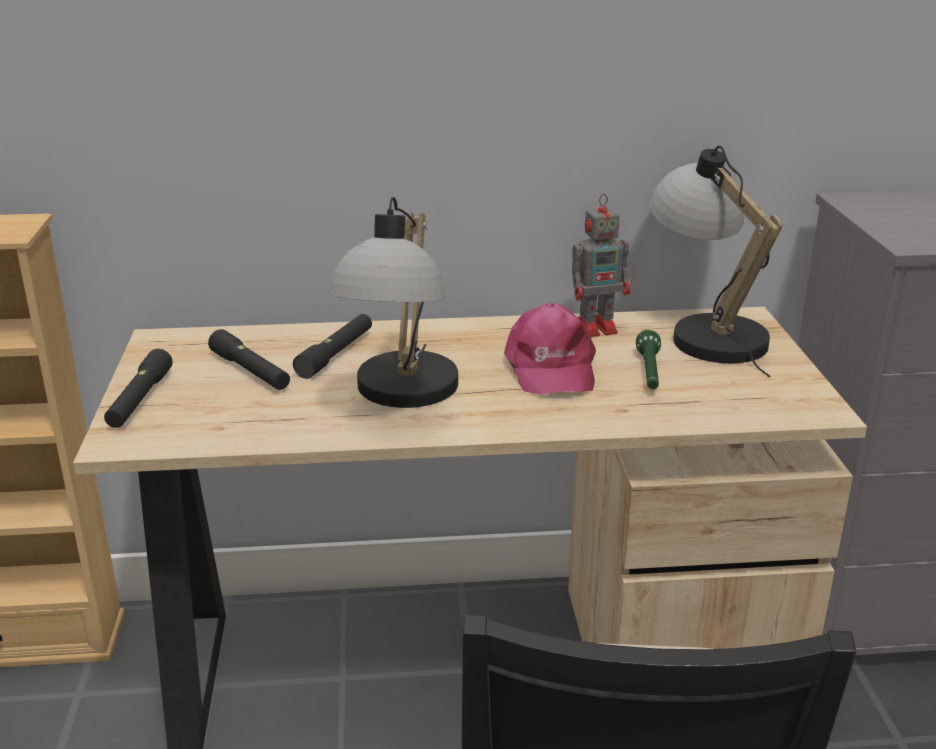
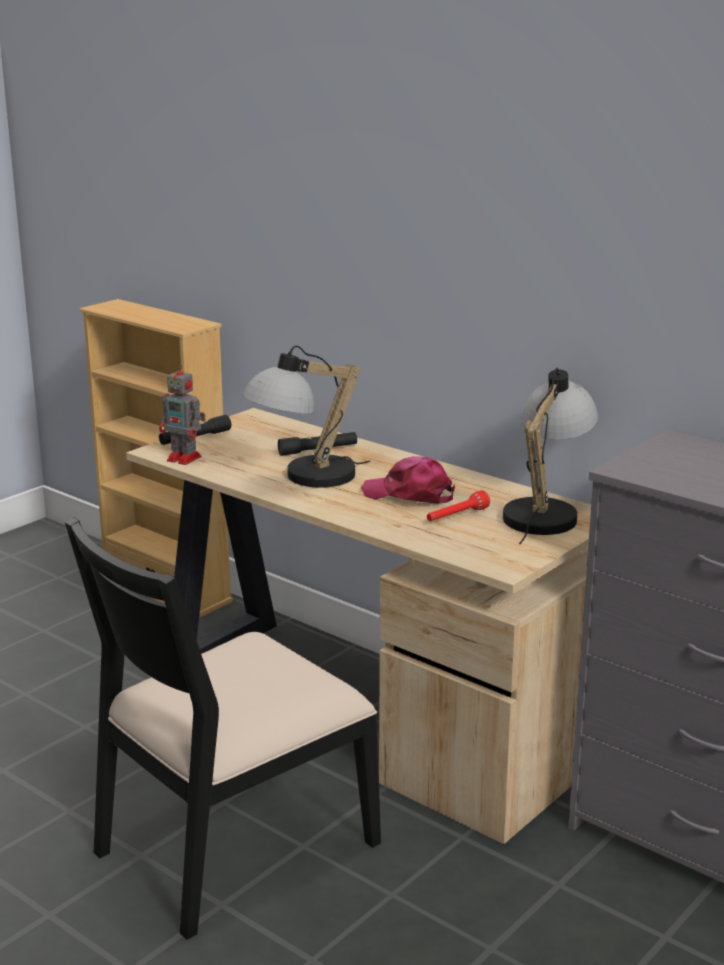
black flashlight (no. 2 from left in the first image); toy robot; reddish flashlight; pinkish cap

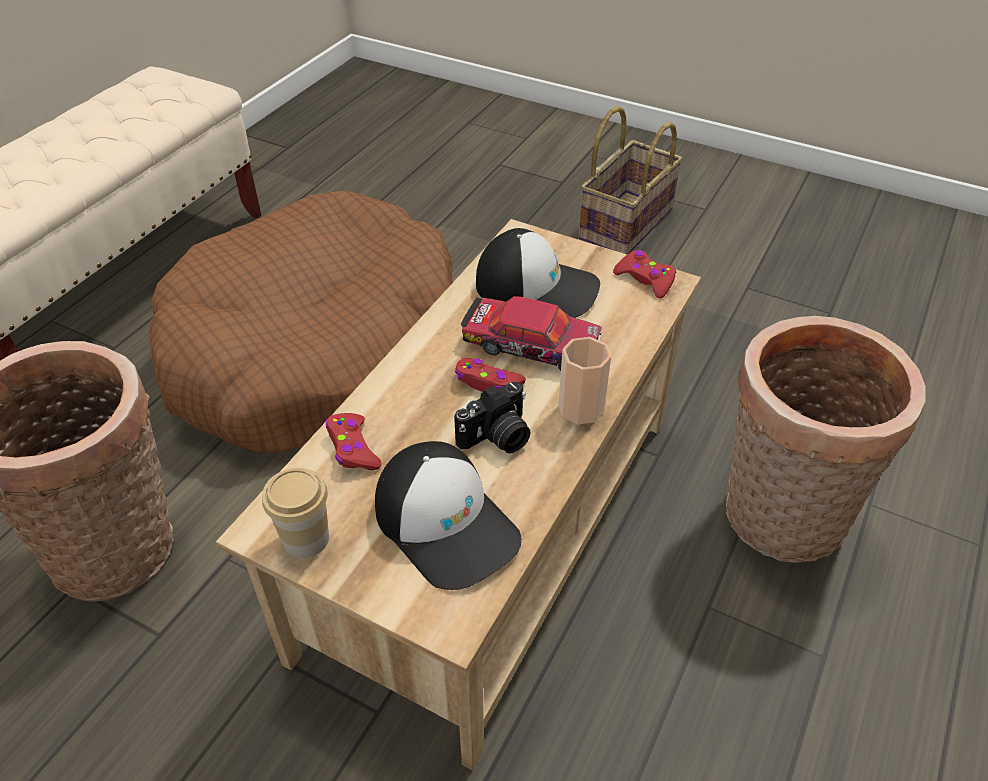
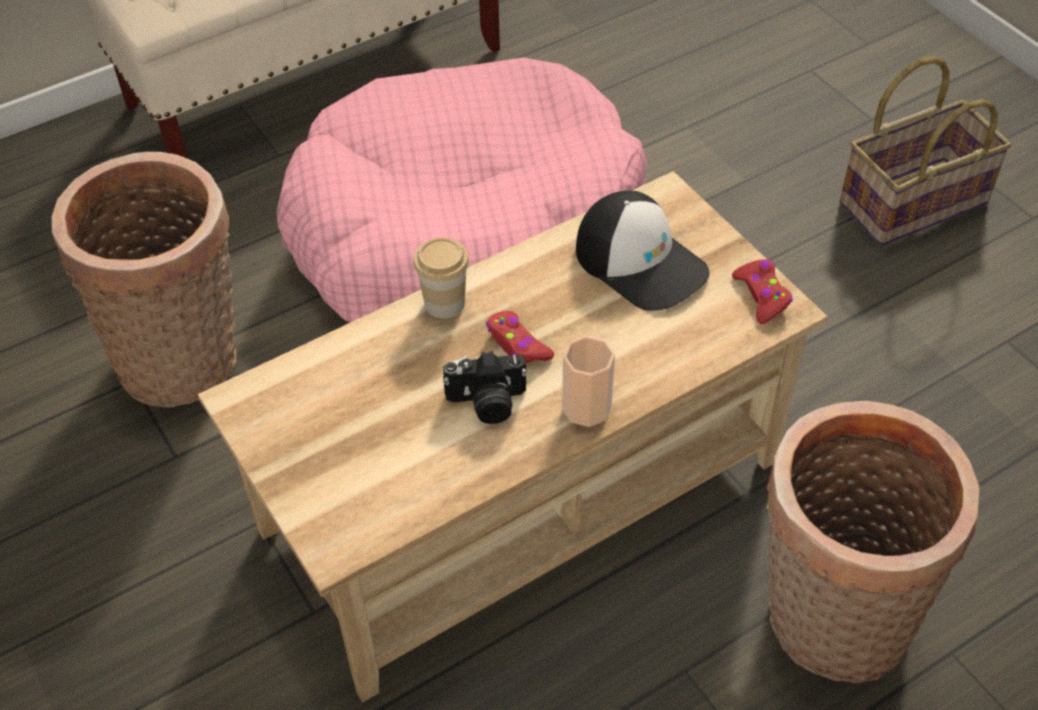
reddish joypad (no. 1 from left in the first image); cap (no. 1 from left in the first image); miniature car; small cup (no. 1 from left); pinkish dog cushion

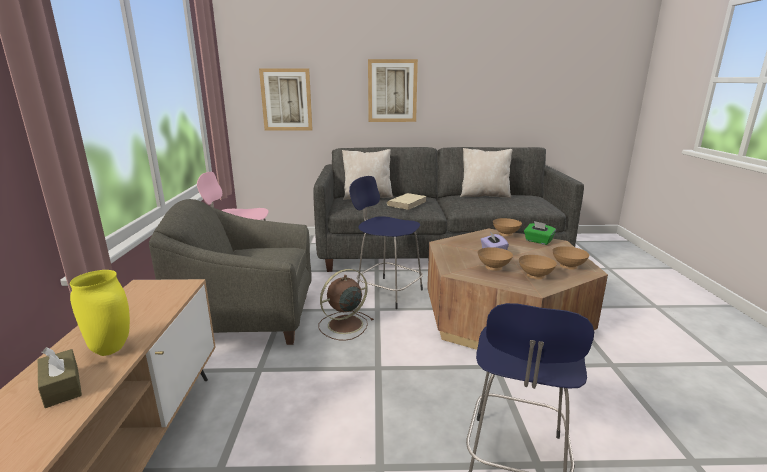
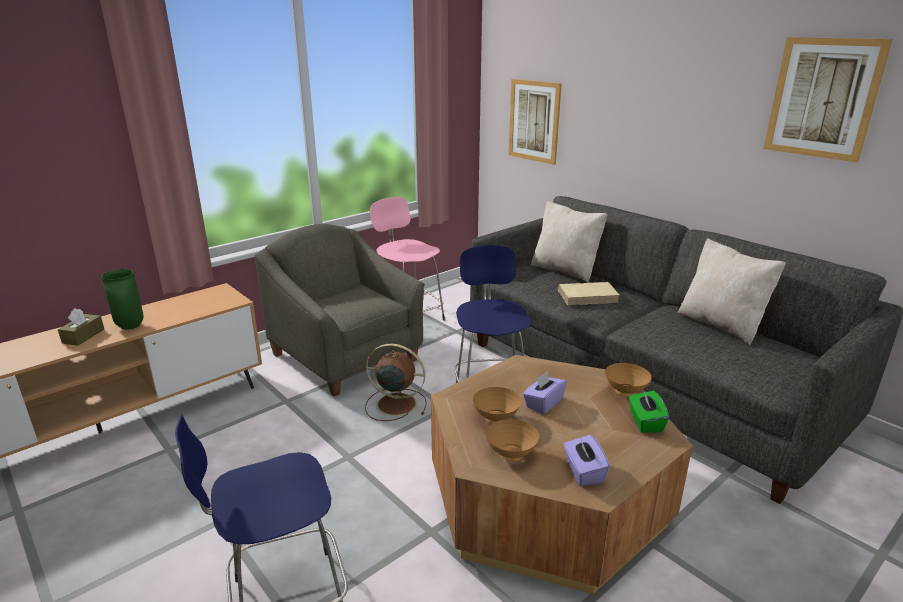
picture (no. 2 from left); purple box of tissues (no. 2 from left); green vase

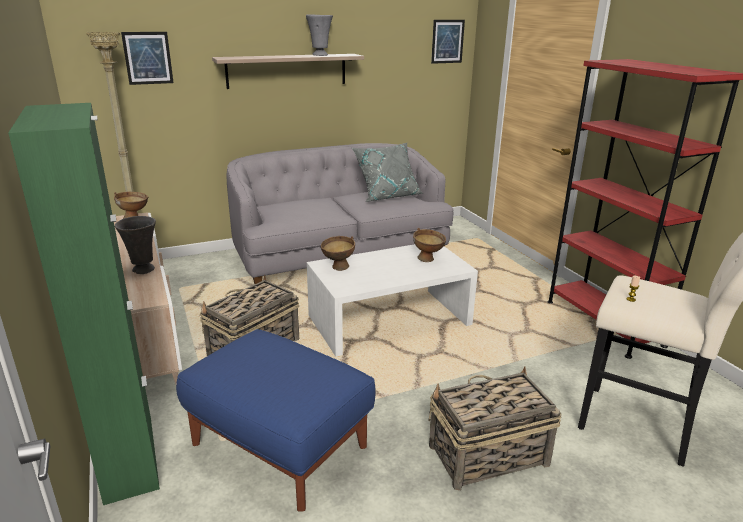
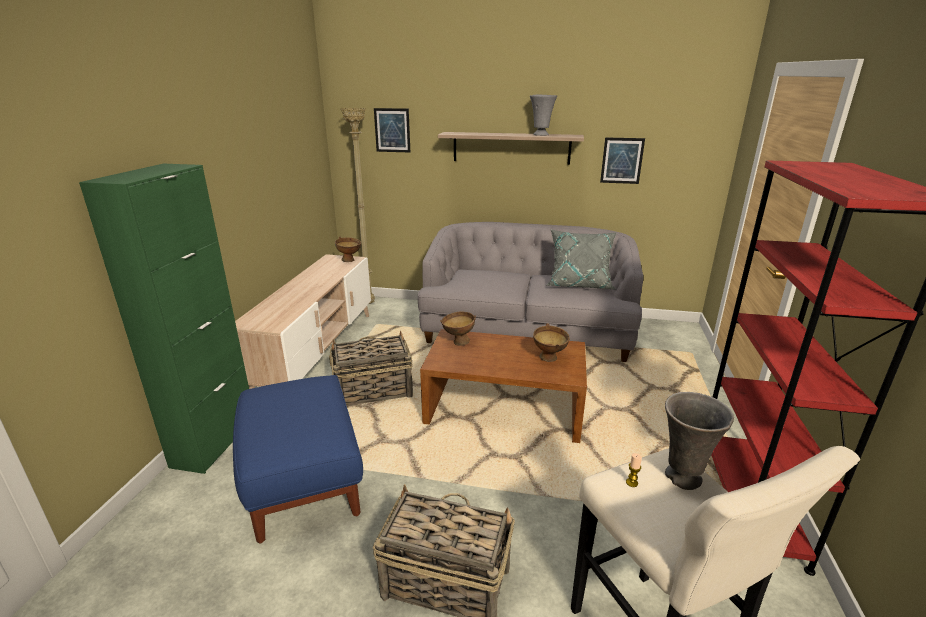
gray vase (no. 2 from left); picture (no. 2 from left); brown low table

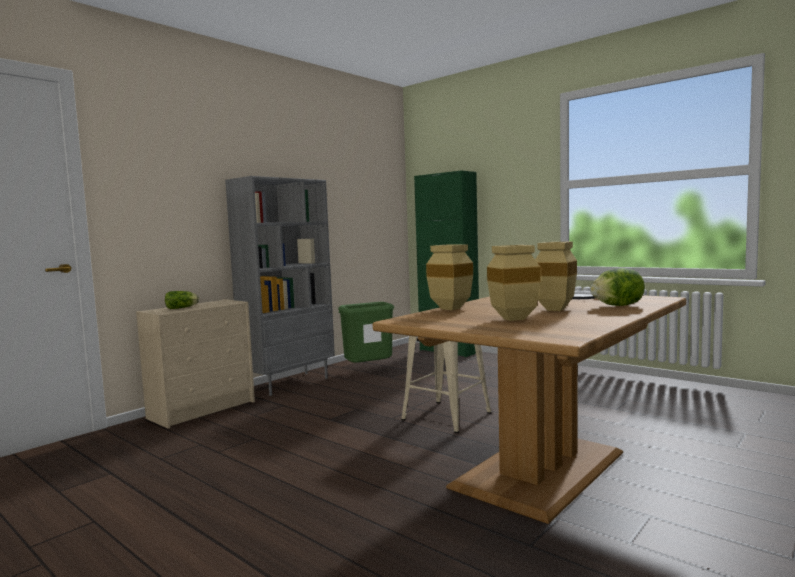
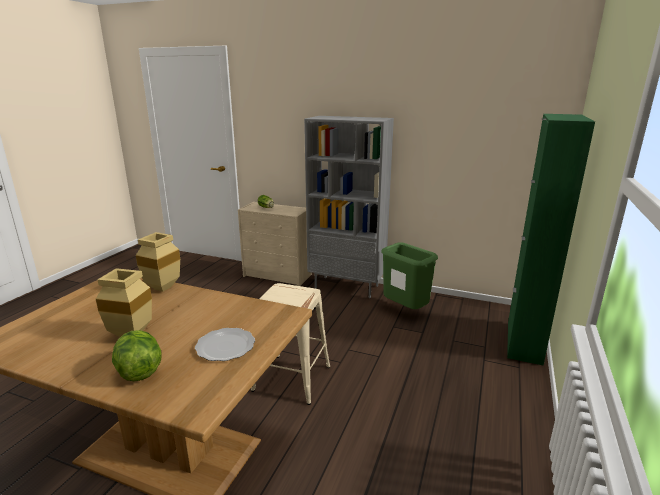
beige-coloured vase (no. 2 from left in the first image)

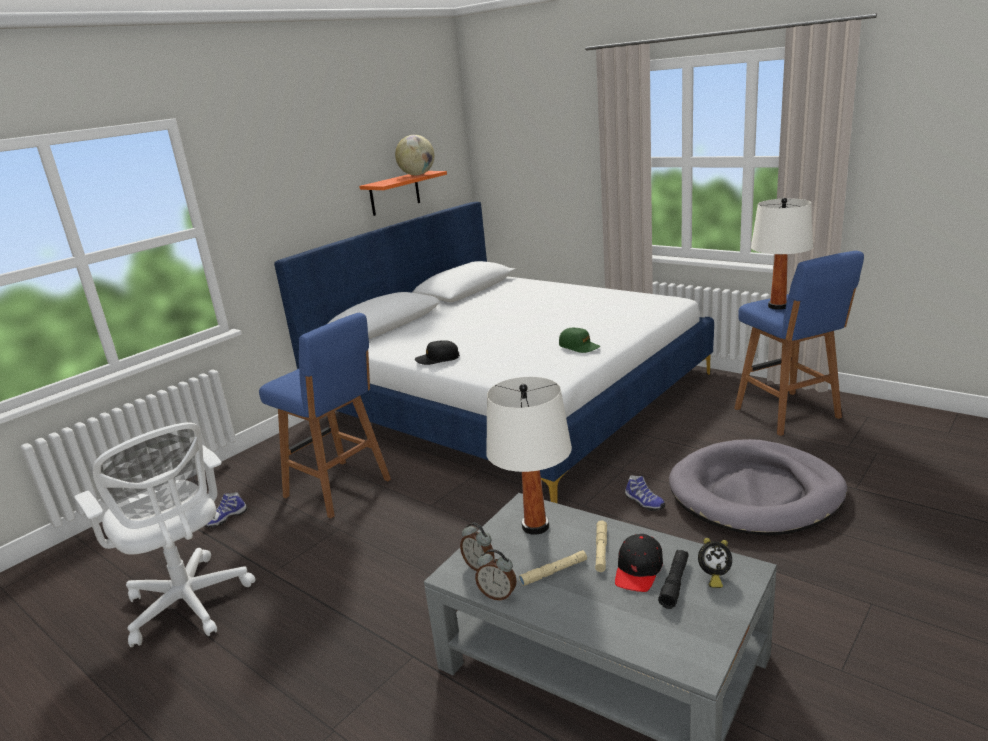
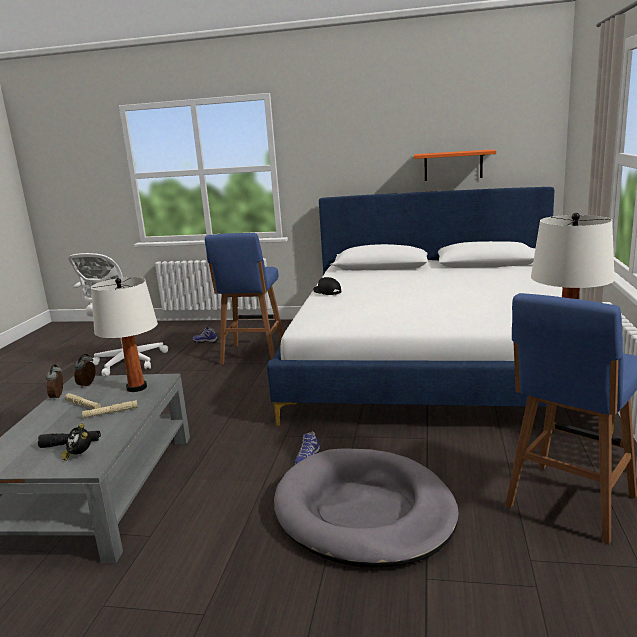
globe; green cap; black cap (no. 2 from left in the first image)

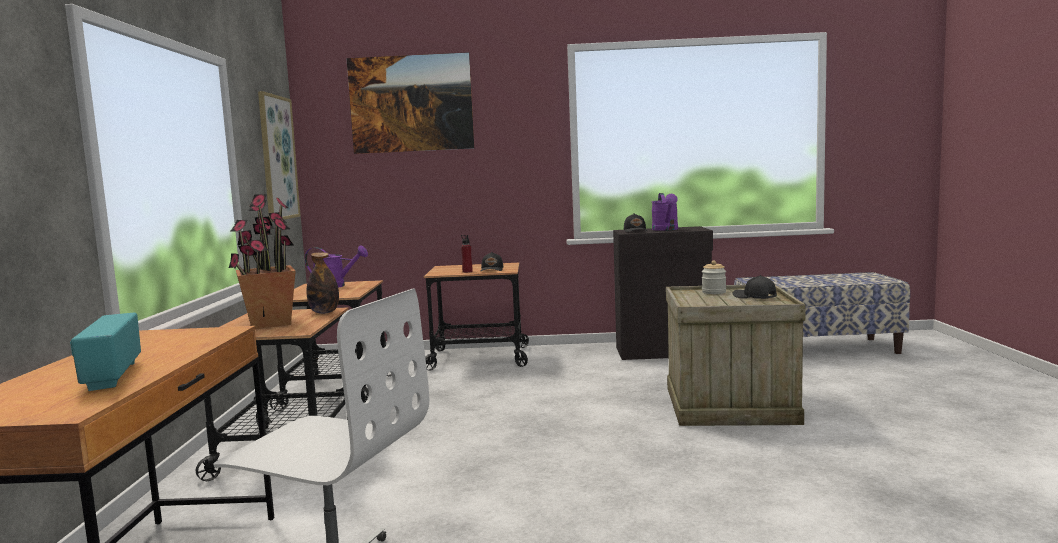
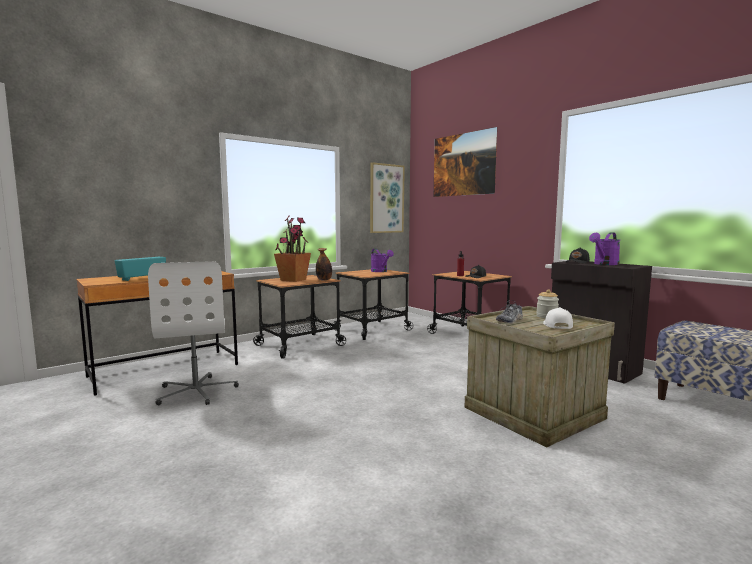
shoe; white-coloured cap

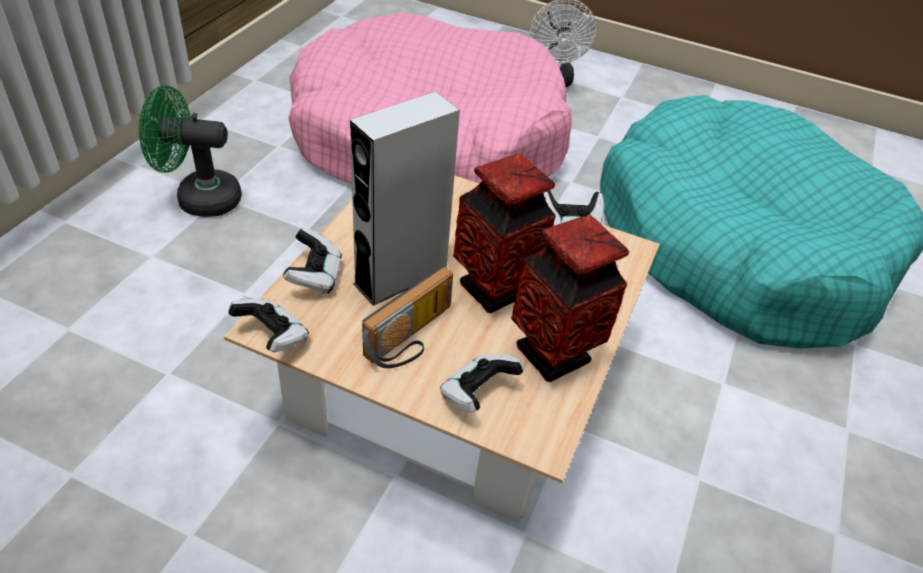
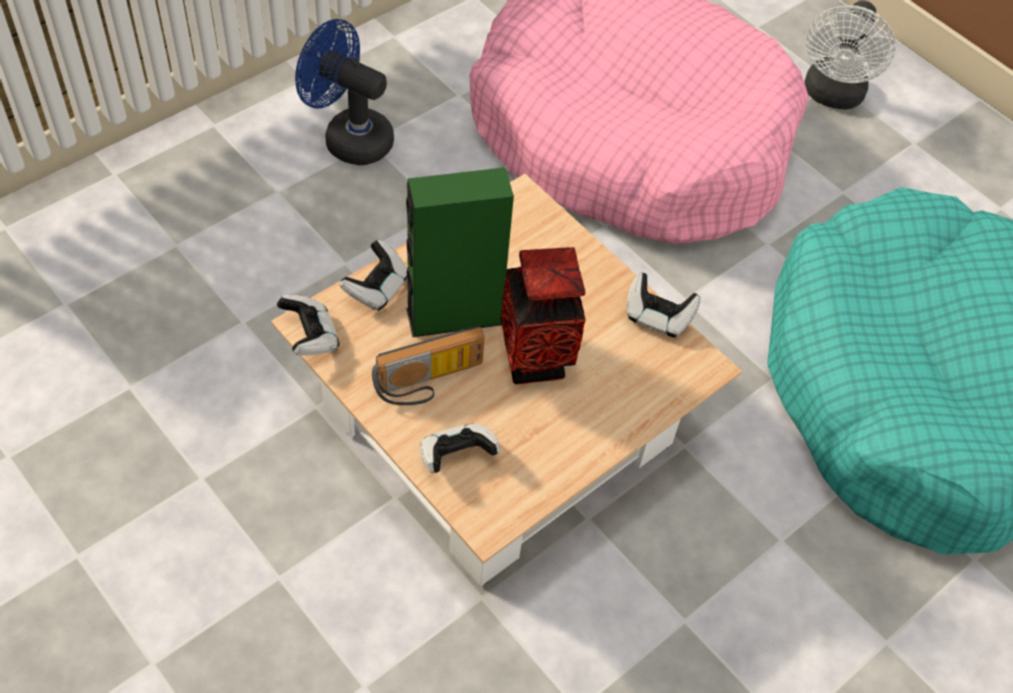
vase (no. 2 from left in the first image); bluish electric fan; green loudspeaker

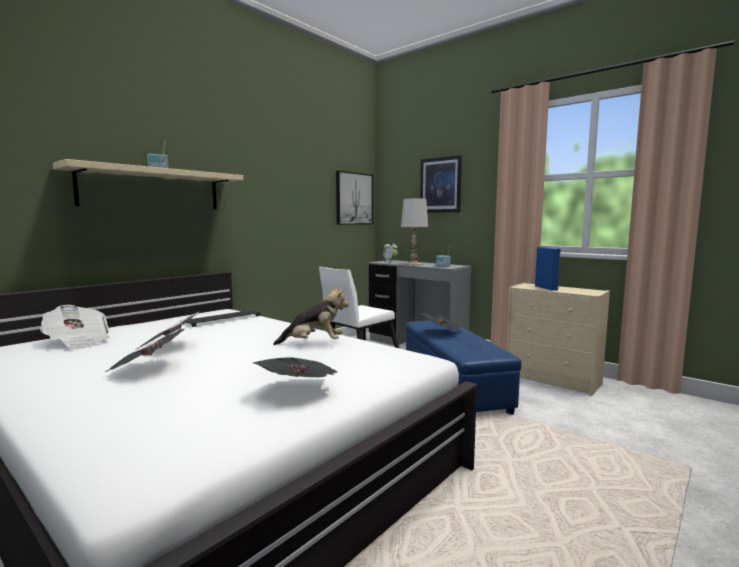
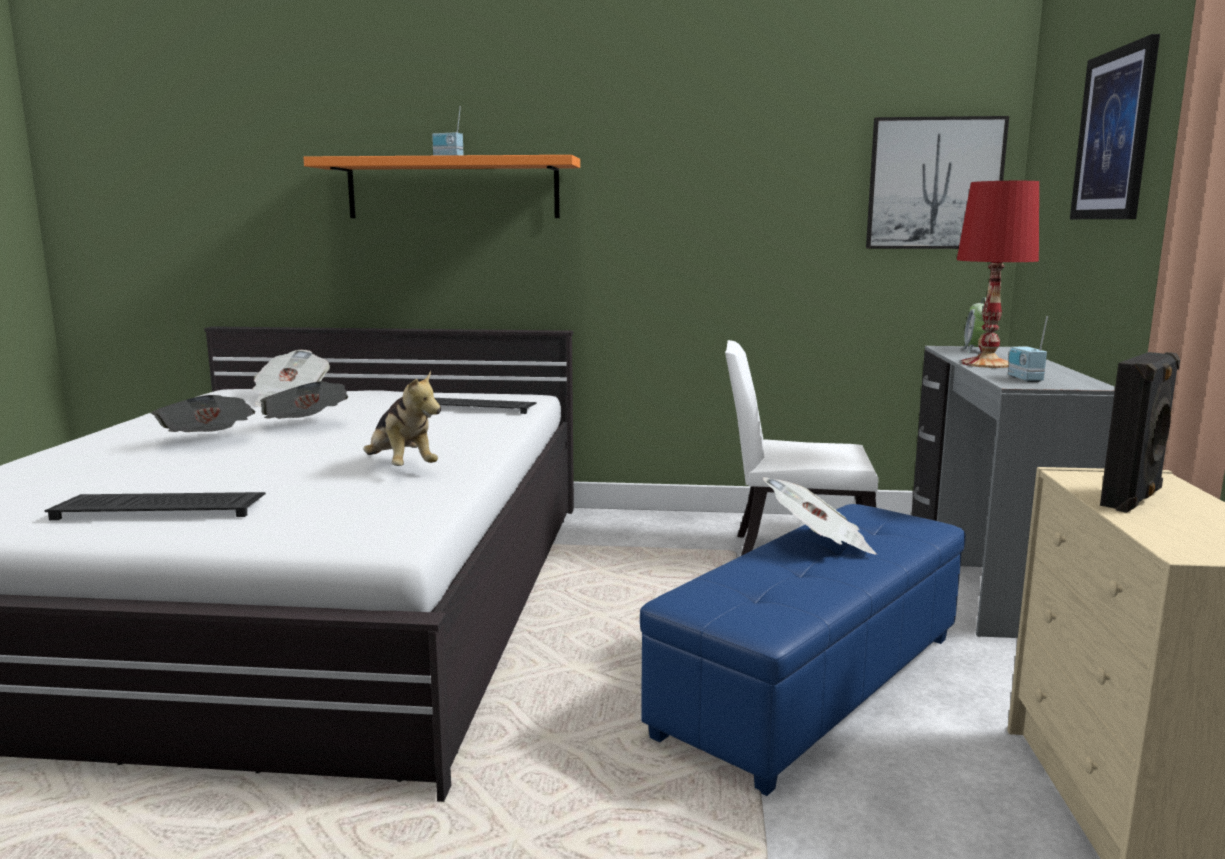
keyboard (no. 1 from left); orange-coloured wall shelf; reddish table lamp; black loudspeaker

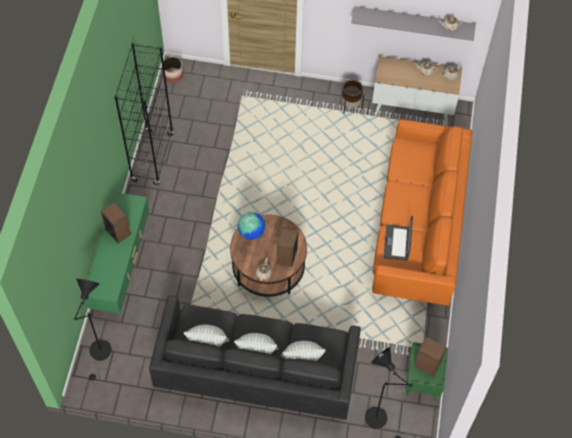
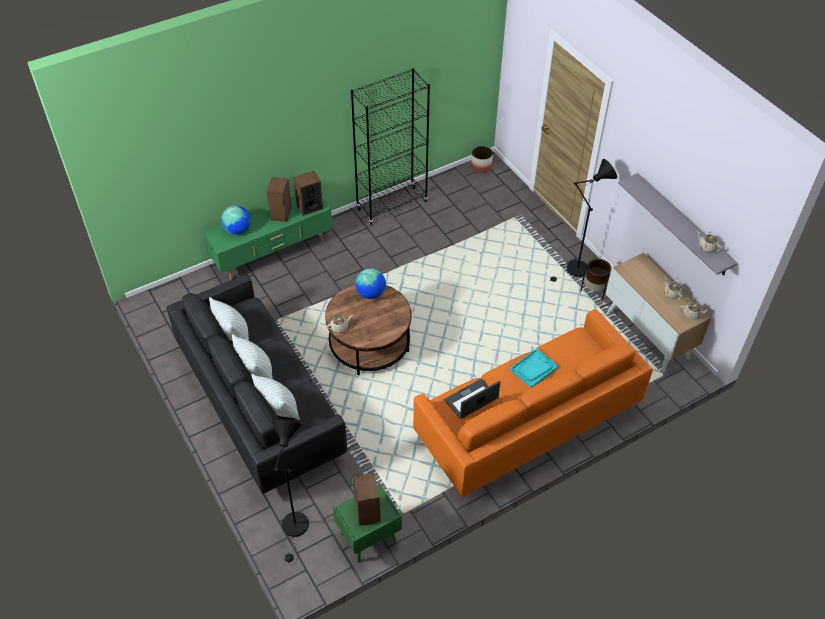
globe (no. 1 from left); turquoise-coloured tray; black floor lamp (no. 2 from left); loudspeaker (no. 2 from left)

